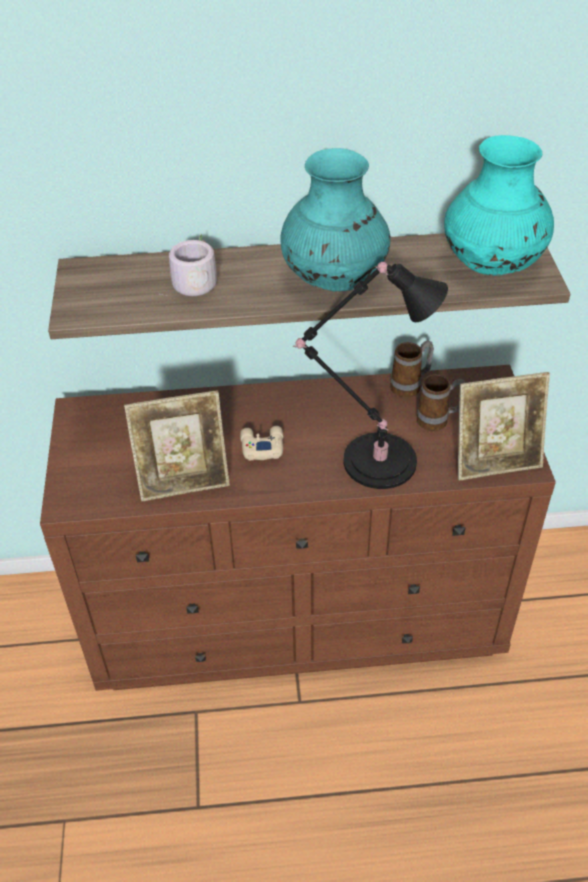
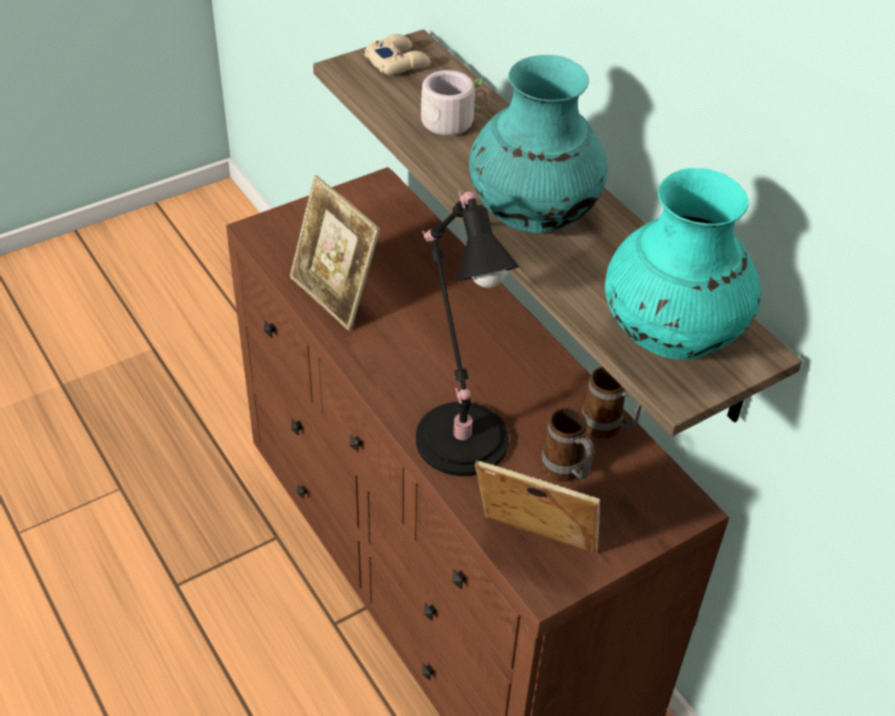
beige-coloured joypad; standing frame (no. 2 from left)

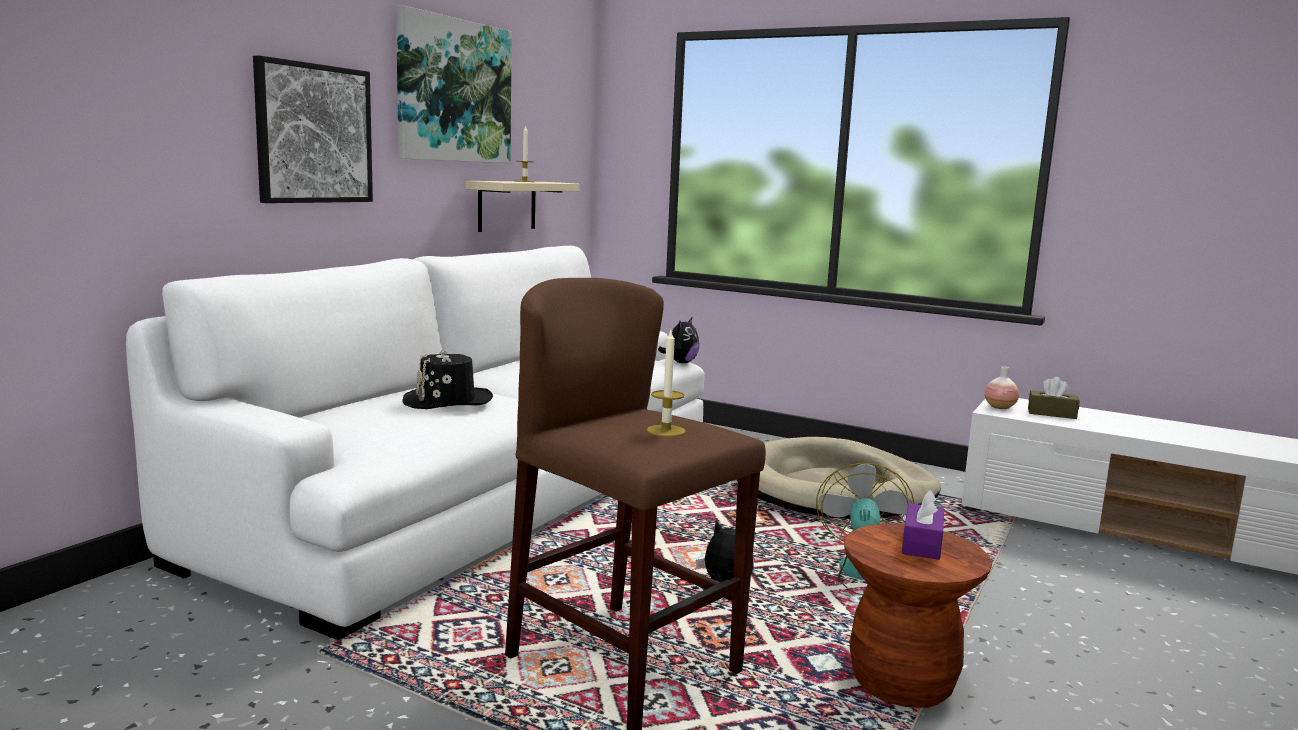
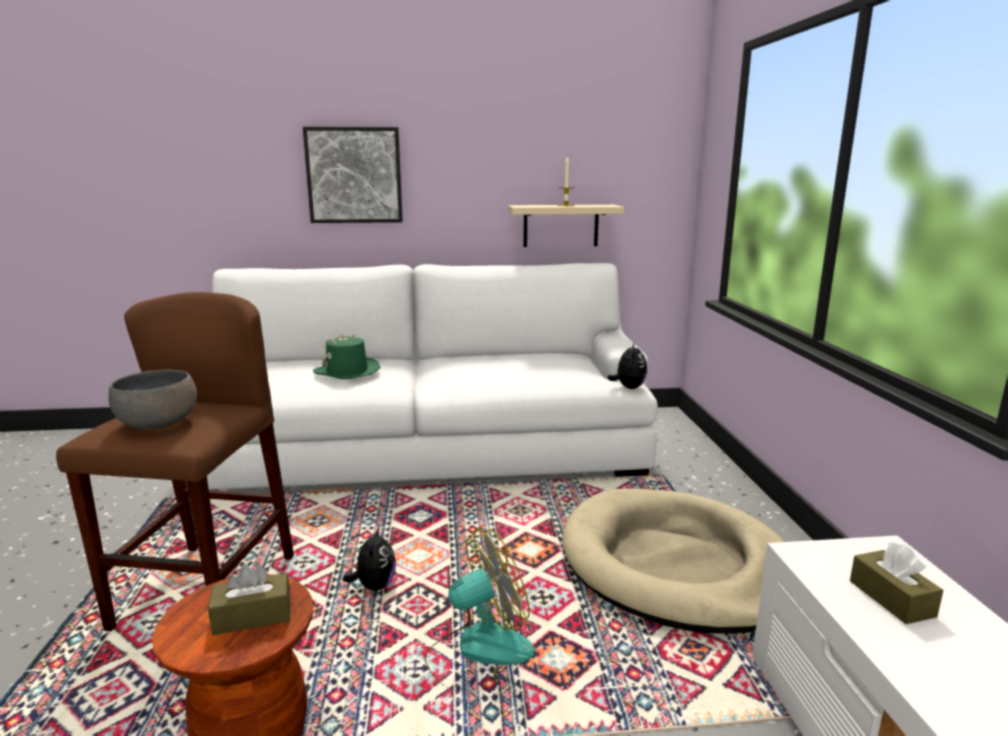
picture (no. 2 from left in the first image); vase; gray bowl; green clothing hat; brown box of tissues (no. 1 from left); cuddly toy (no. 2 from left)

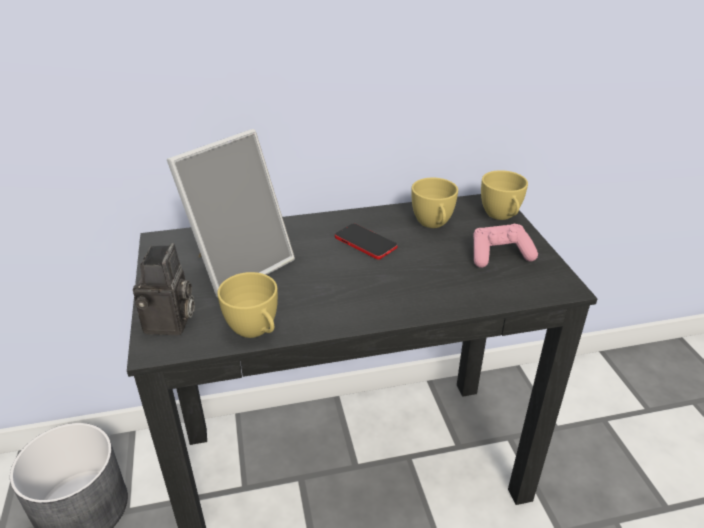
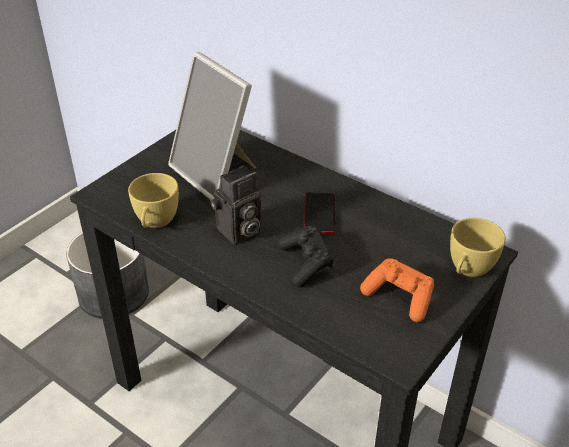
yellow-coloured small cup (no. 2 from left in the first image); black joypad; photo camera; orange-coloured joypad; standing frame

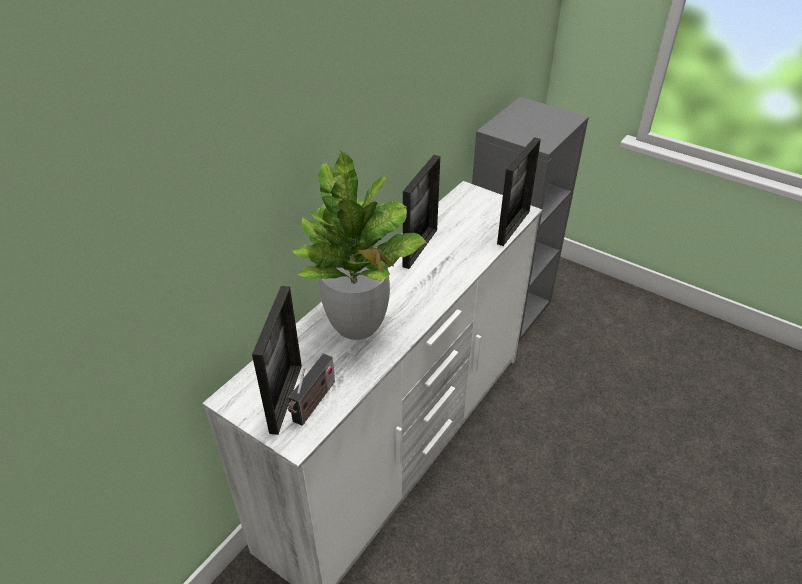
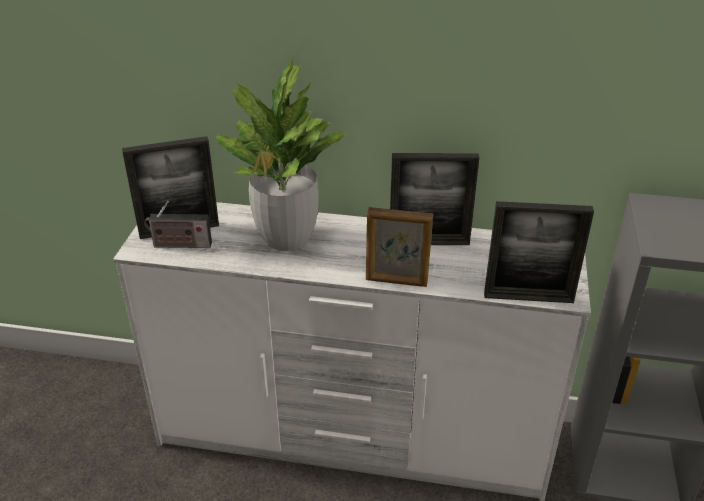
standing frame (no. 2 from left)

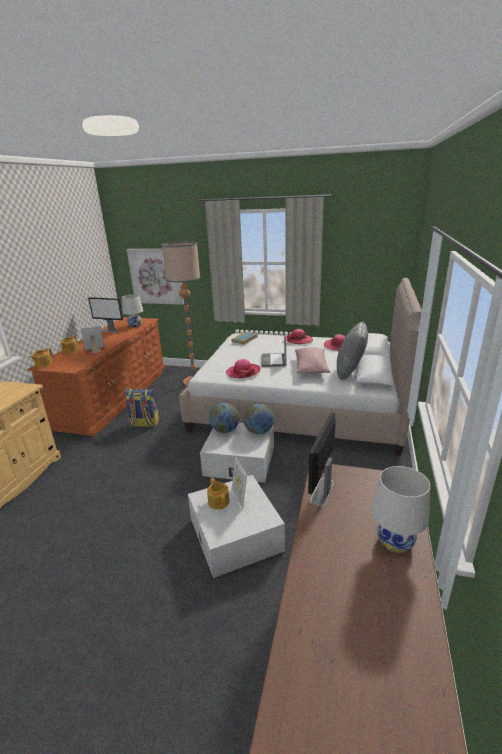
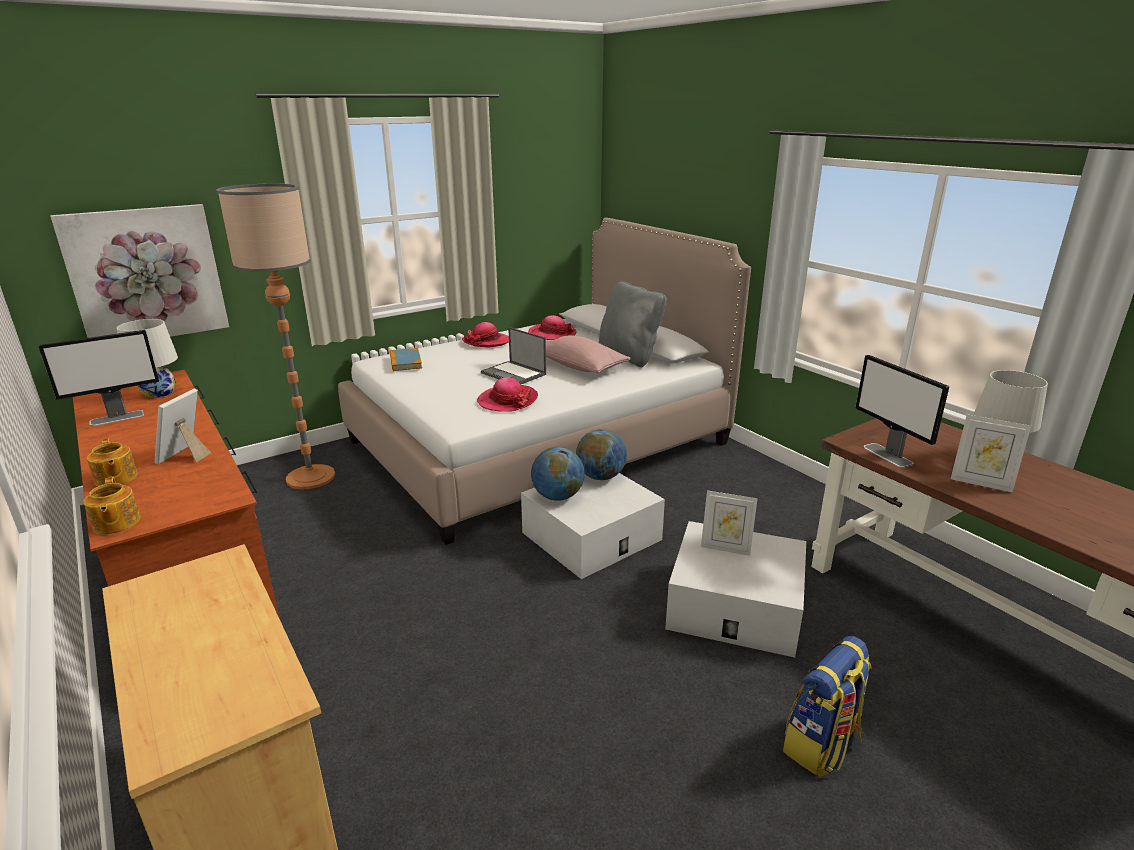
pot for tea (no. 3 from left in the first image); standing frame (no. 3 from left); rucksack

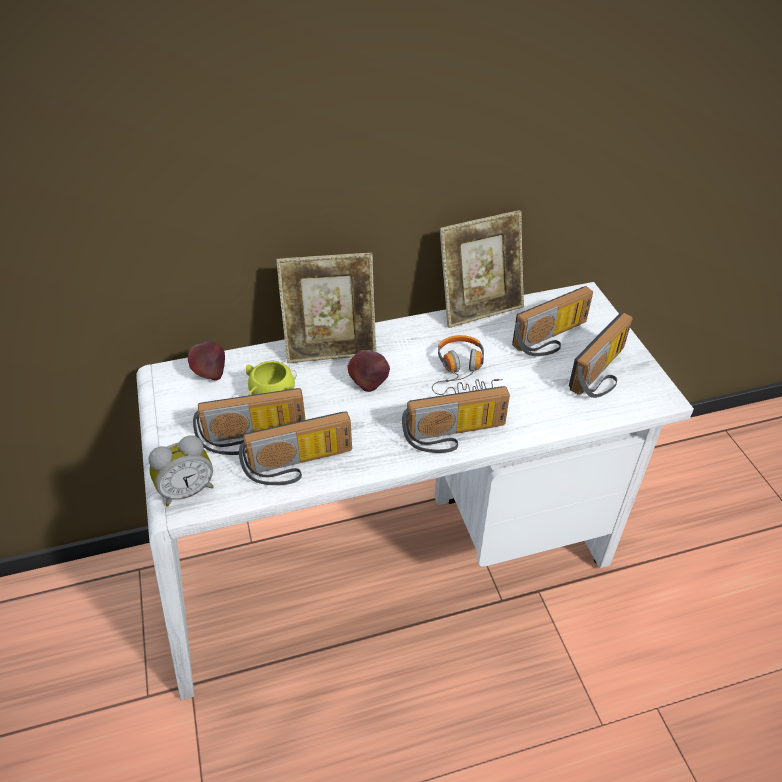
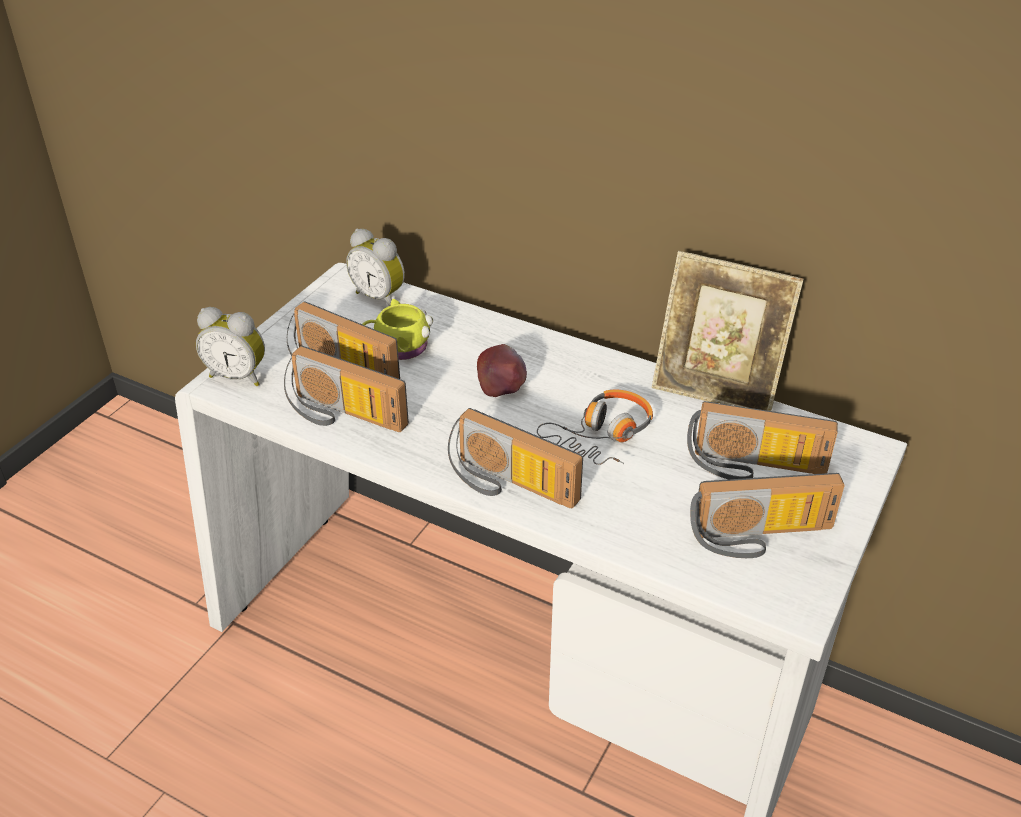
standing frame (no. 1 from left in the first image); table clock (no. 2 from left)

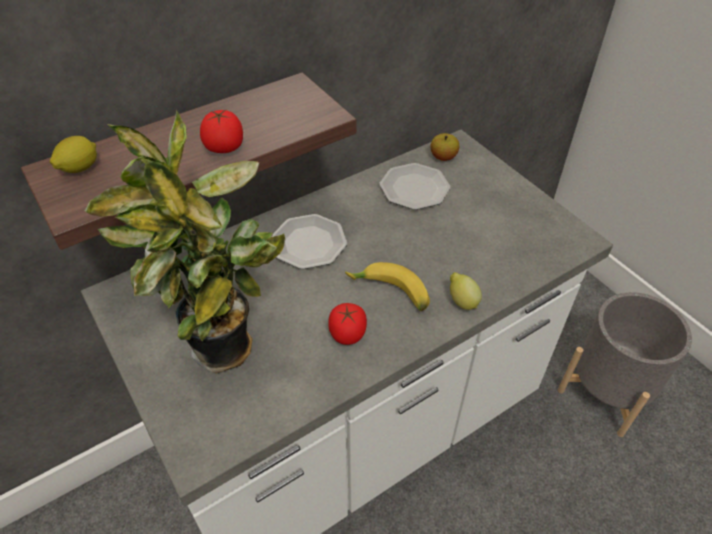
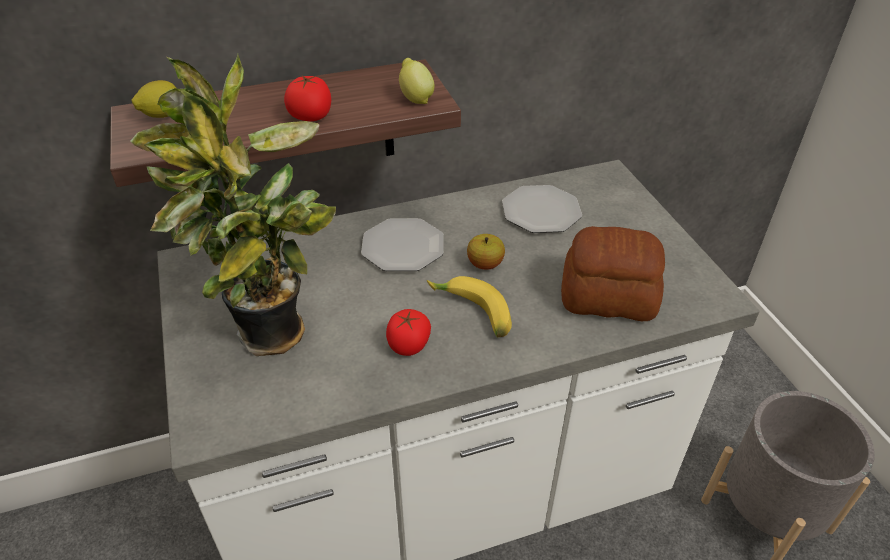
baked bread; apple fruit; whole lemon (no. 2 from left)

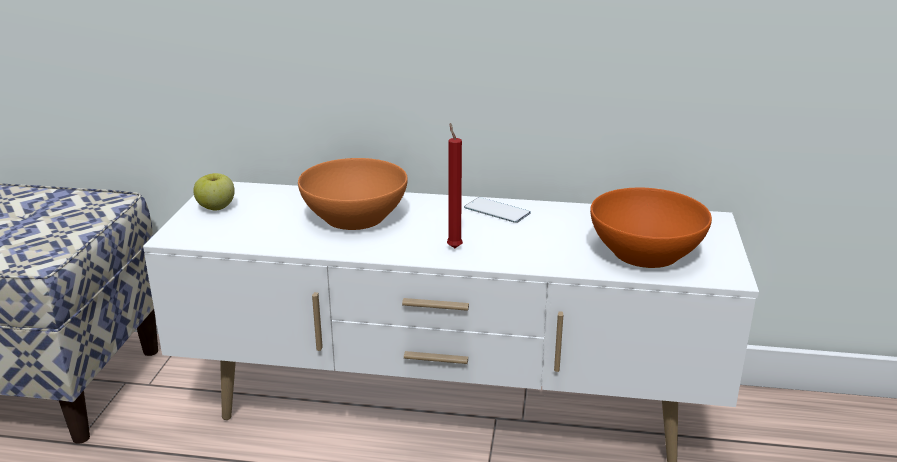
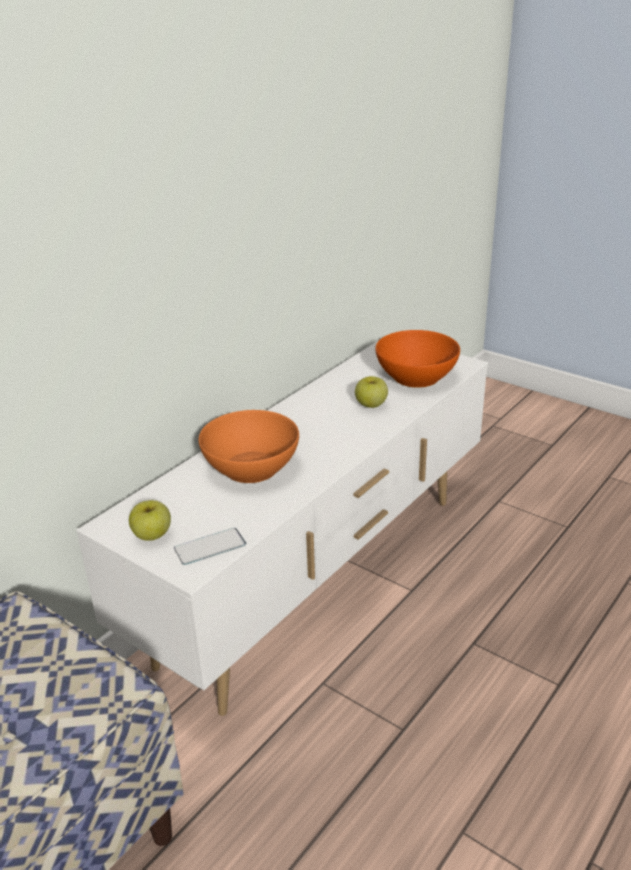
reddish wax candle; apple fruit (no. 2 from left); handset

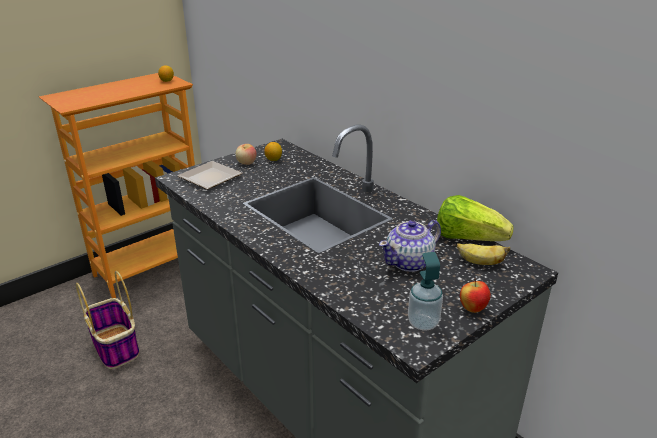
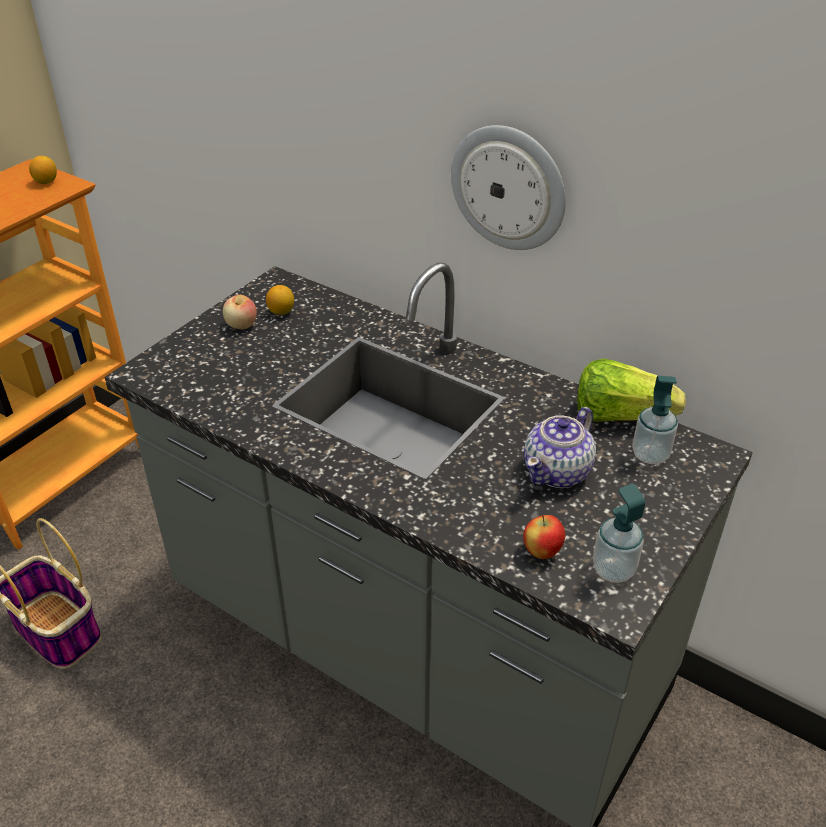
plate; hanging clock; apple fruit (no. 2 from left); soap bottle (no. 2 from left)

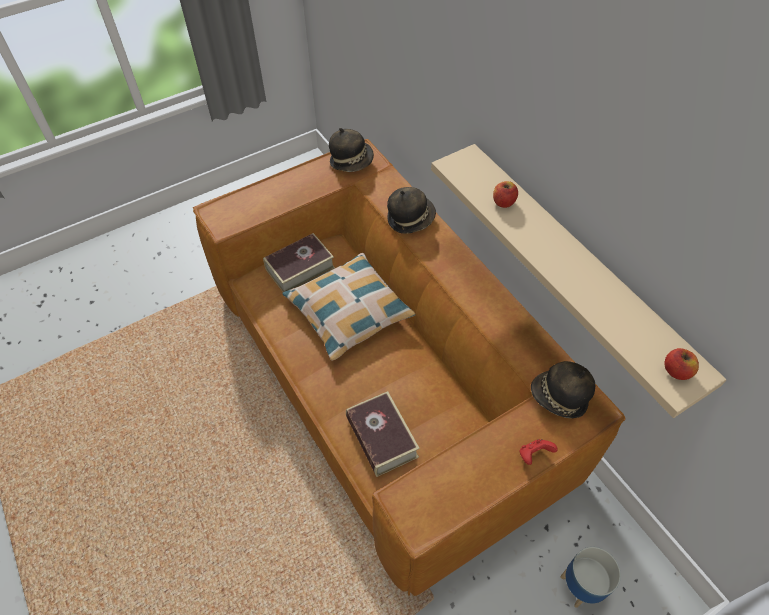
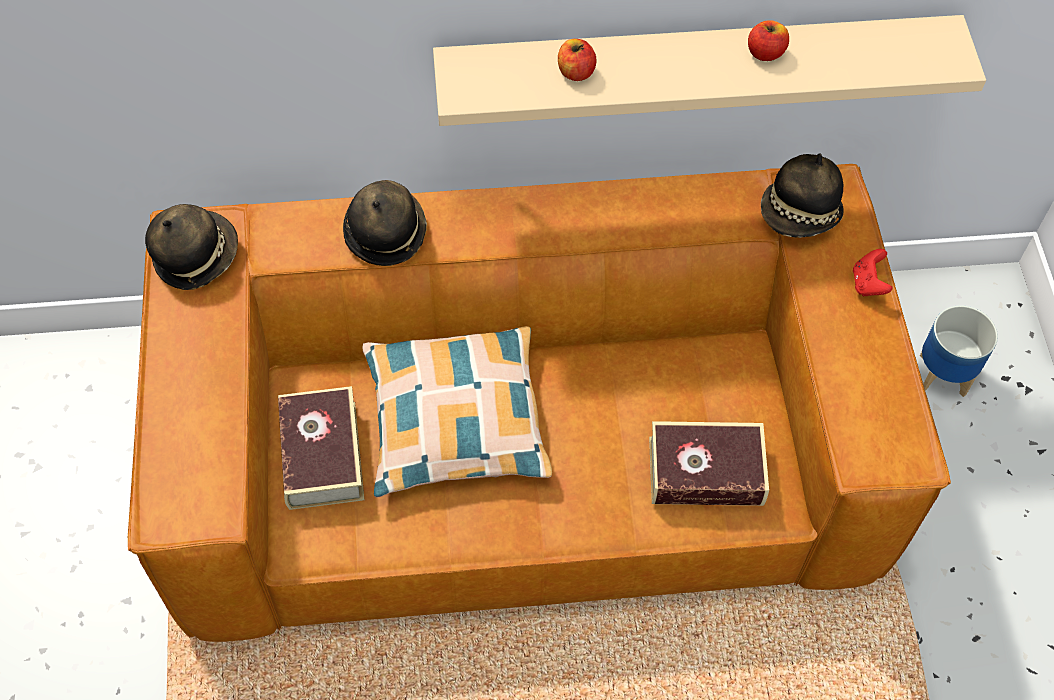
apple fruit (no. 2 from left)

